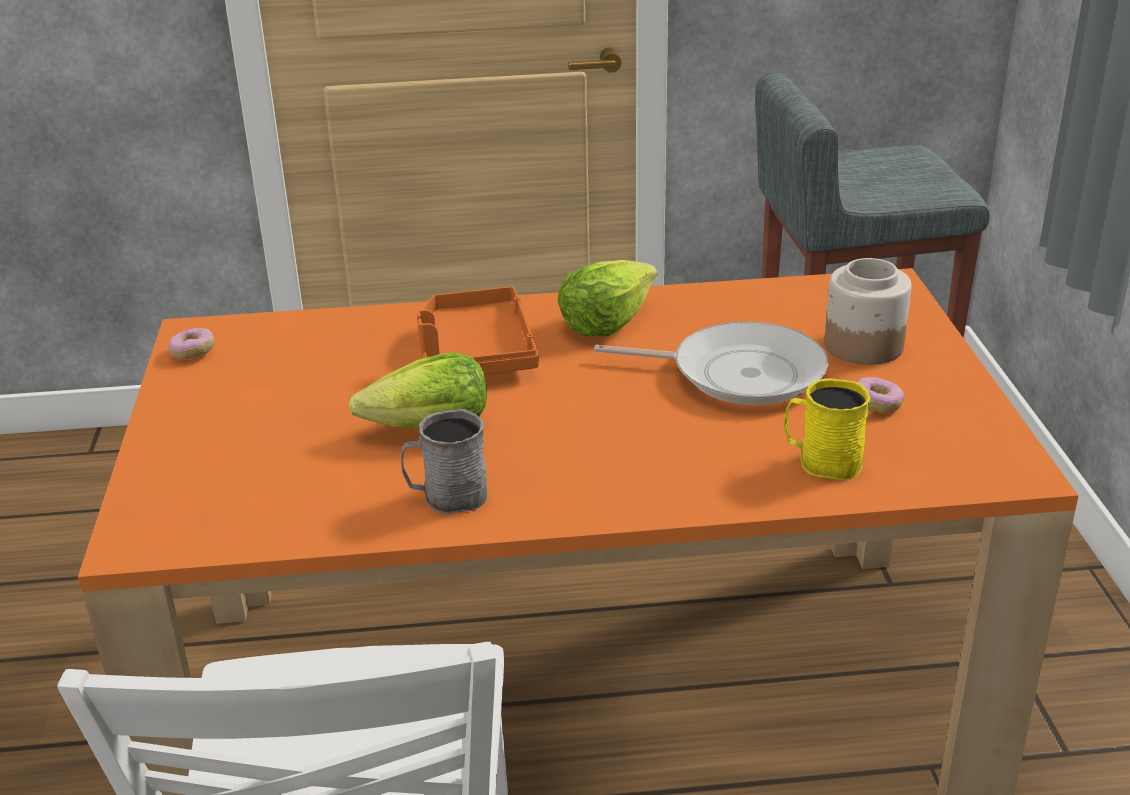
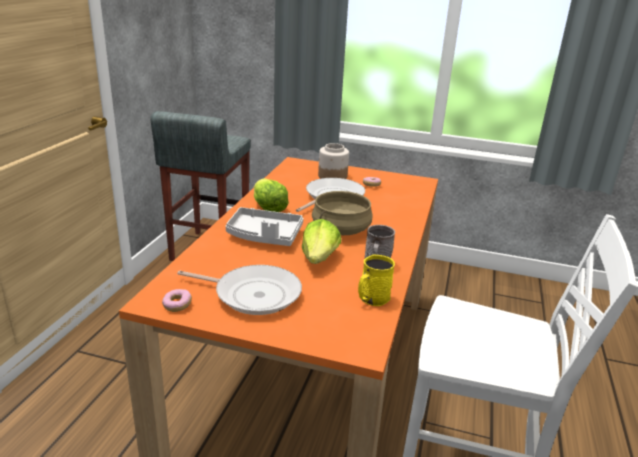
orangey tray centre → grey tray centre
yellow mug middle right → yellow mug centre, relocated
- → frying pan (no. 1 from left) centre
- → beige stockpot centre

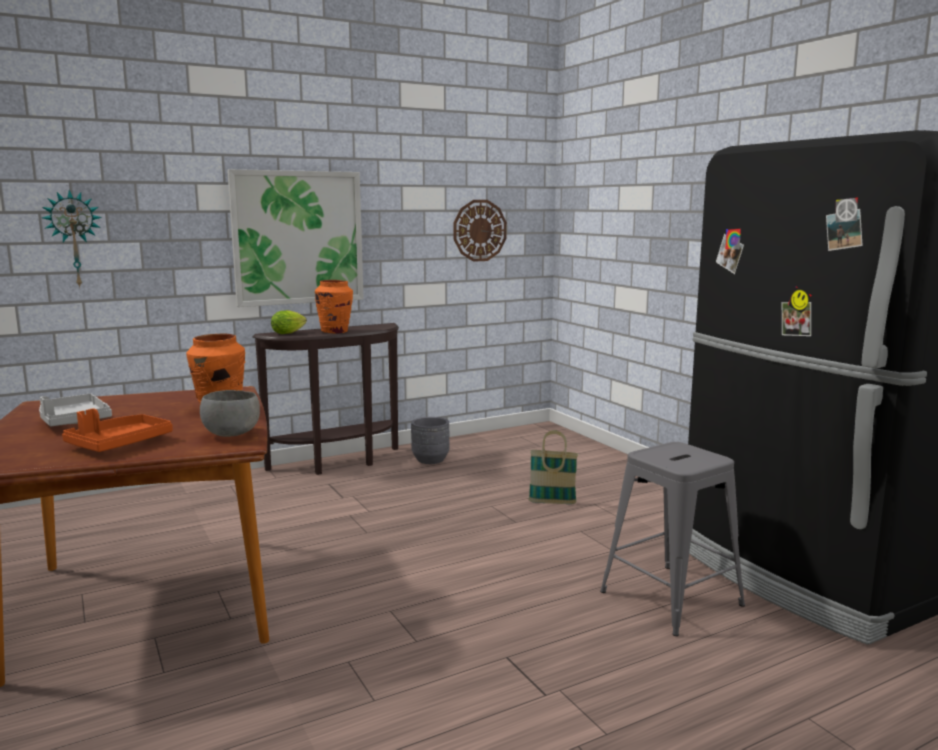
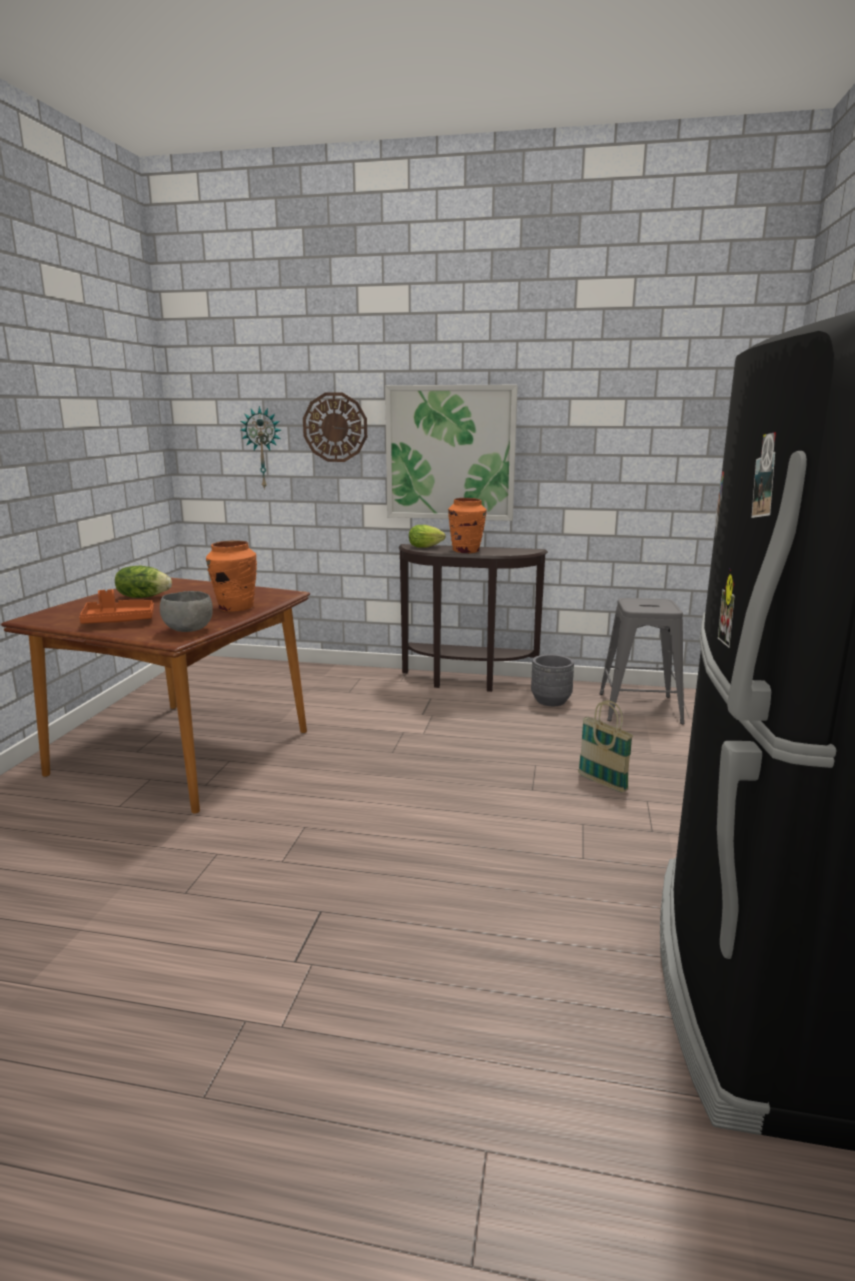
grey tray middle left → lettuce (no. 1 from left) middle left
hanging clock (no. 2 from left) top centre → hanging clock (no. 2 from left) centre, relocated
grey stool seat bottom right → grey stool seat middle right, relocated

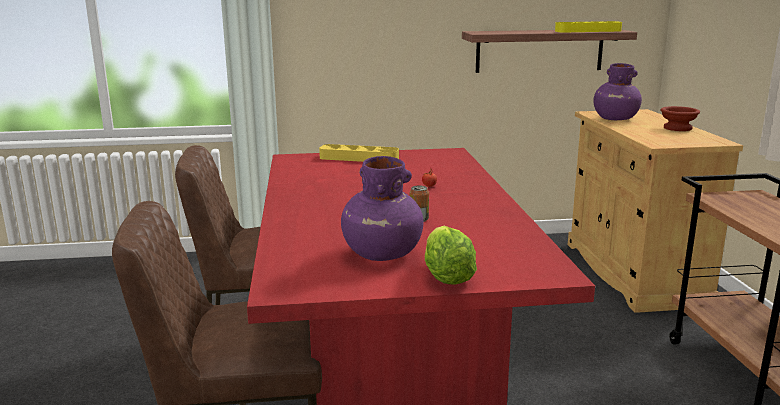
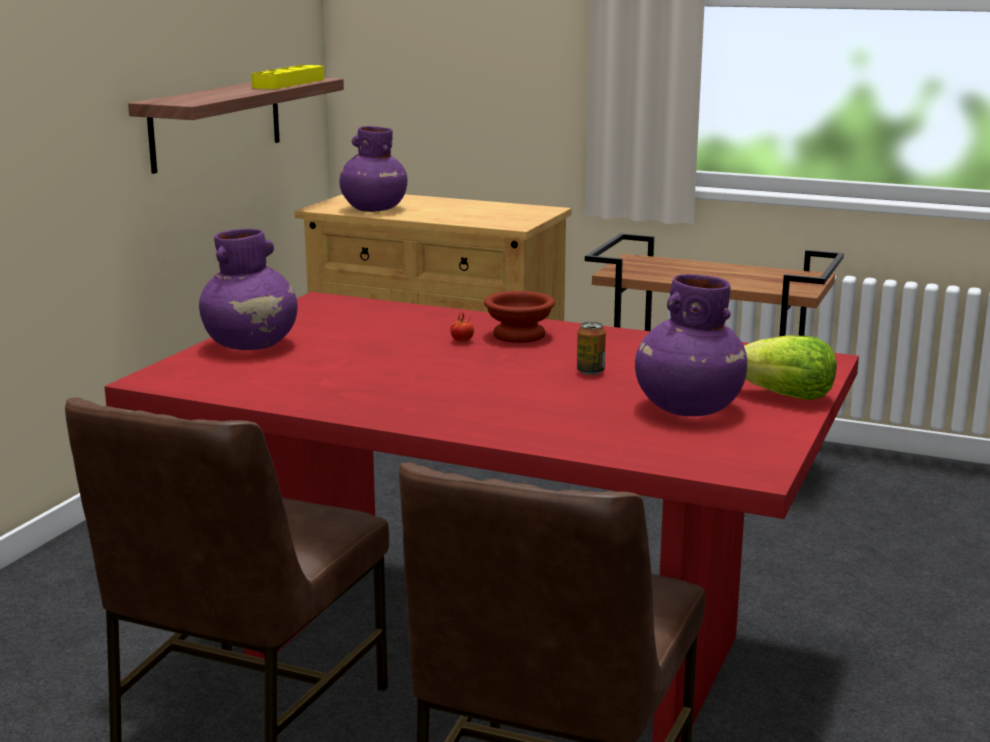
yellow tray (no. 1 from left) centre → purplish decorative vase (no. 1 from left) middle left
brown-coloured bowl top right → brown-coloured bowl centre, relocated

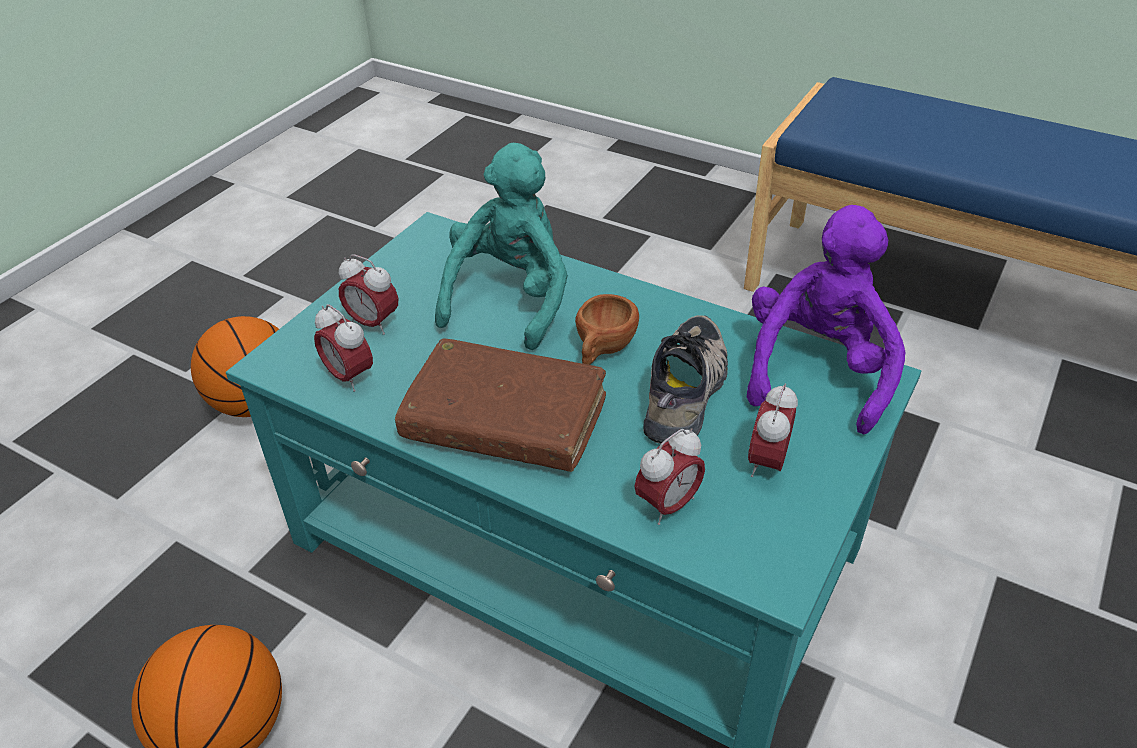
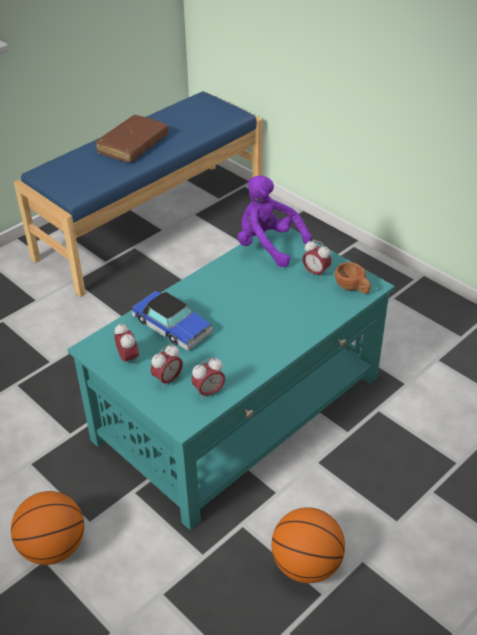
brown-coloured bound book centre → brown-coloured bound book top left, relocated
turquoise-coloured soft toy top centre → model car centre
brown-coloured cup centre → brown-coloured cup middle right, relocated
table clock (no. 3 from left in the first image) centre → table clock (no. 1 from left) middle left, relocated
low shoe centre → -

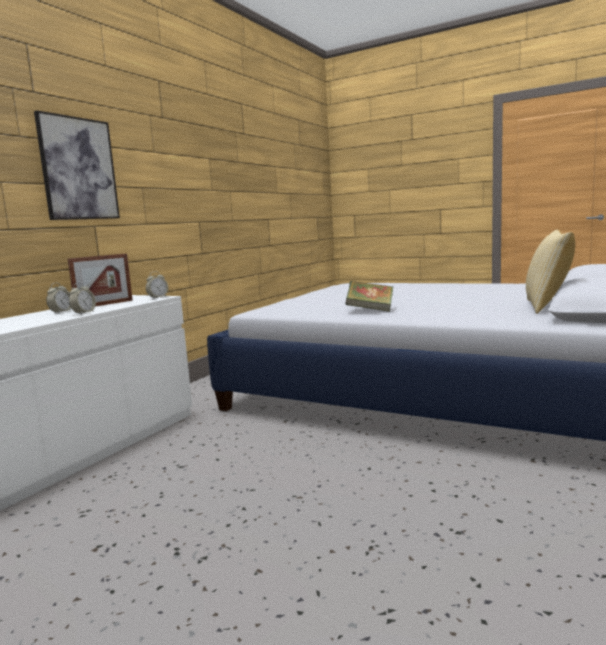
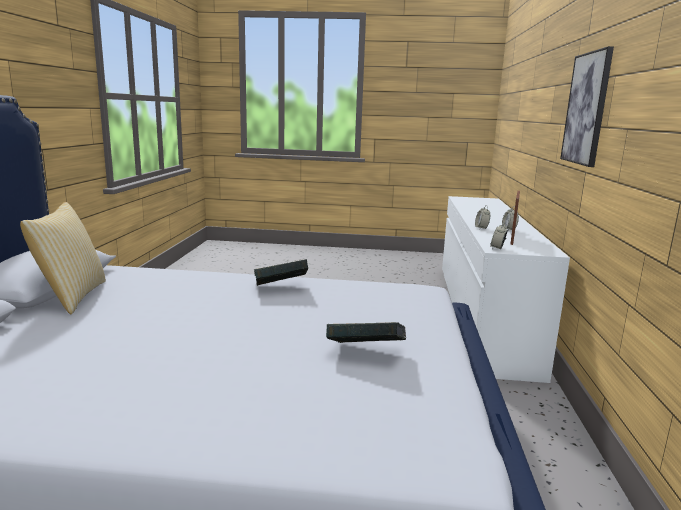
- → bound book (no. 2 from left) centre

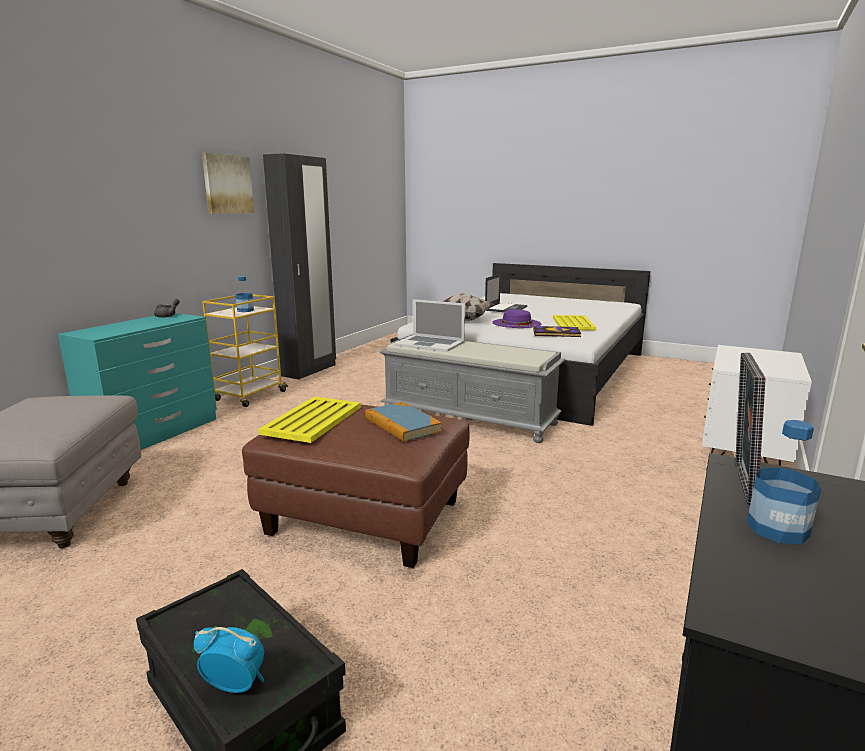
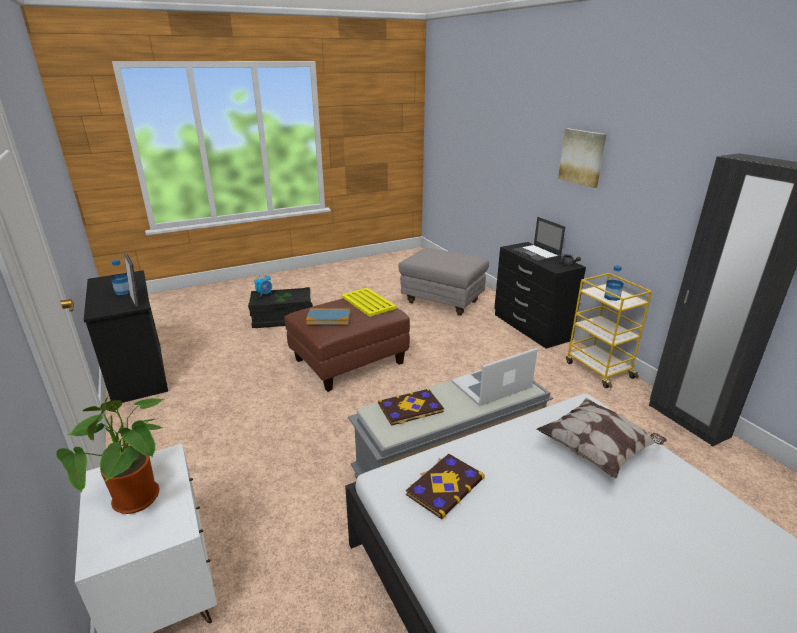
turquoise-coloured drawer chest middle left → black drawer chest (no. 2 from left) middle right
picture top left → picture top right, relocated
portable computer (no. 2 from left) centre → portable computer (no. 2 from left) middle right, relocated
purplish wearable hat centre → -
yellow tray (no. 2 from left) centre → -
- → potted plant bottom left
- → bound book (no. 2 from left) centre

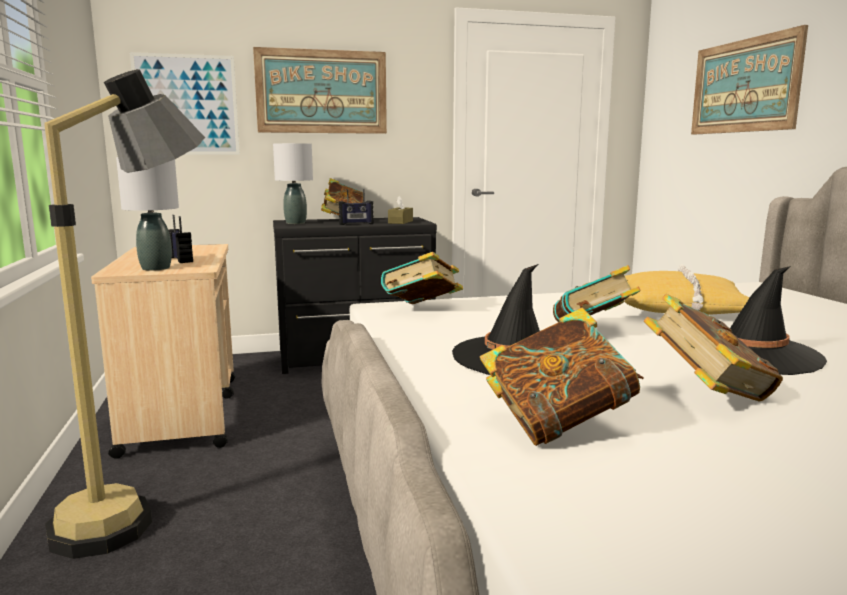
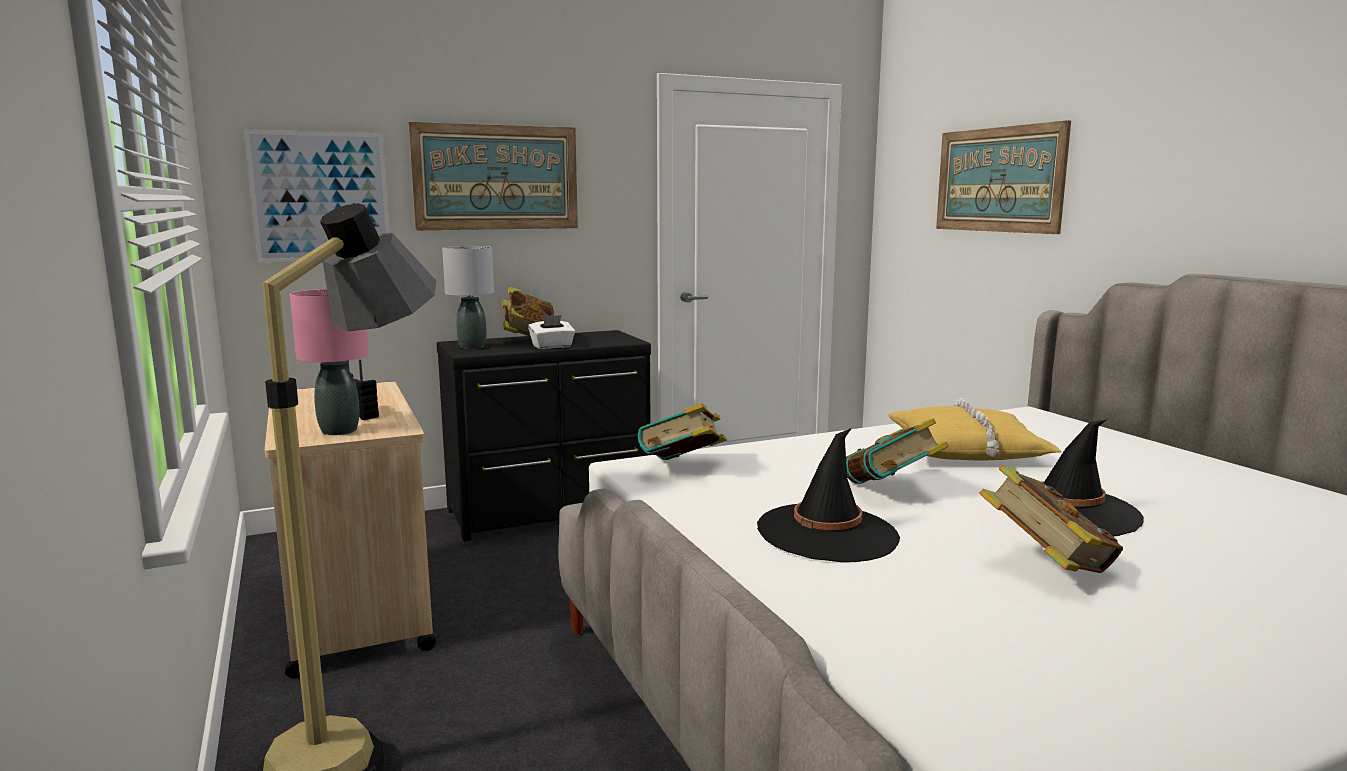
grey table lamp (no. 1 from left) middle left → pink table lamp middle left
radio receiver (no. 2 from left) centre → white box of tissues centre
brown-coloured box of tissues centre → -
bound book (no. 3 from left) centre → -

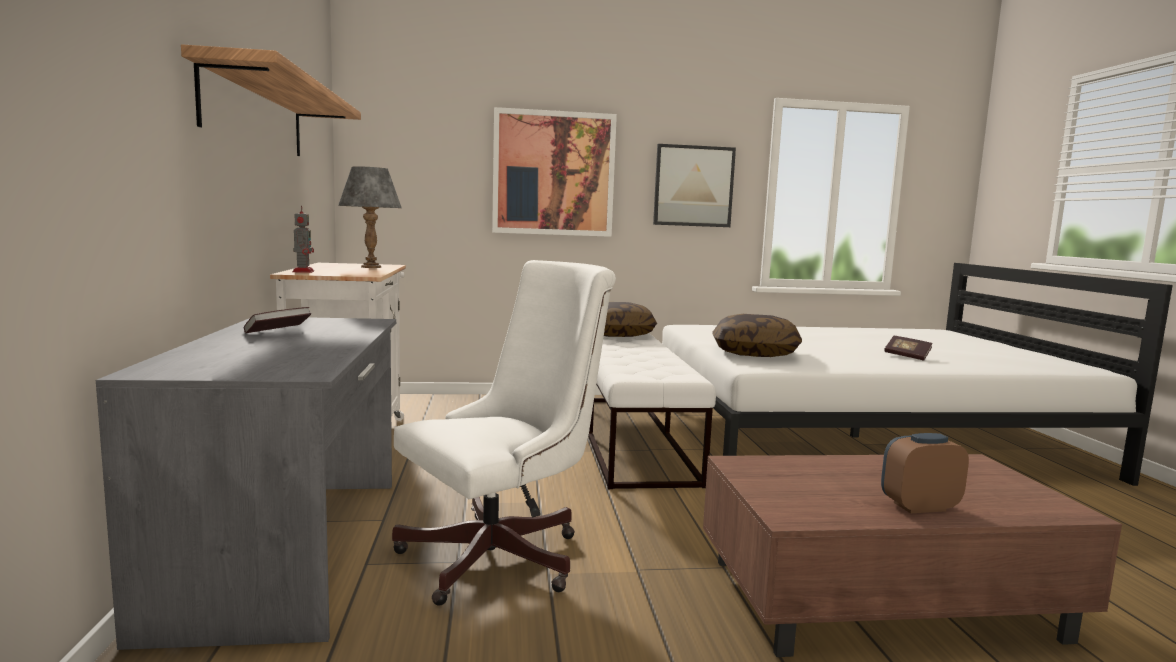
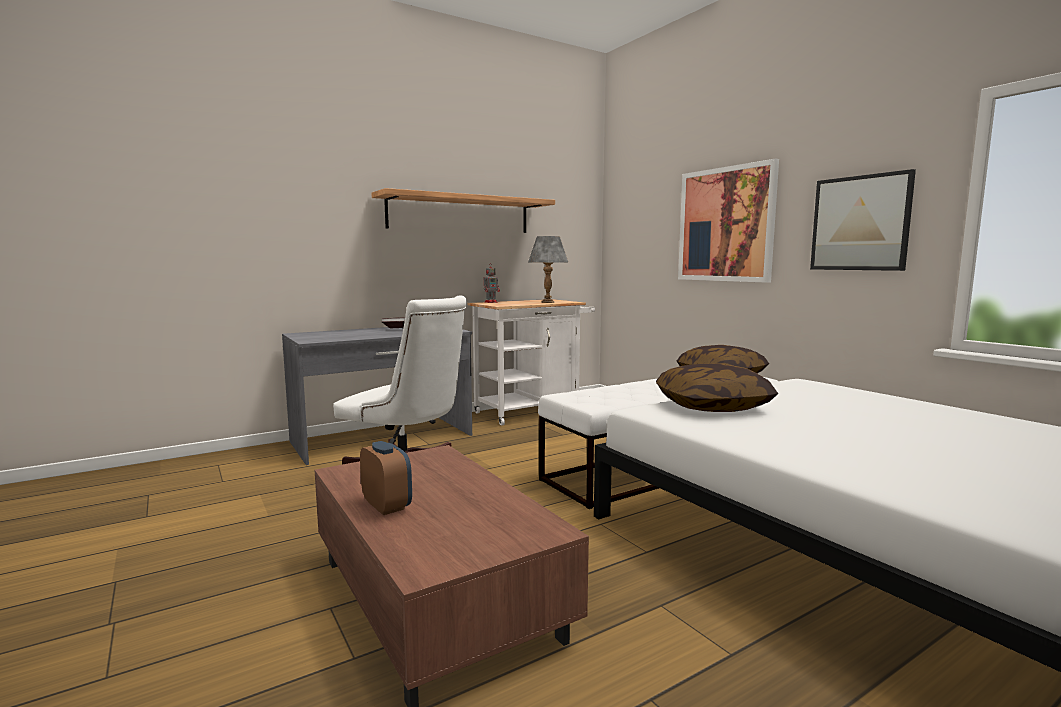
bound book (no. 2 from left) middle right → -

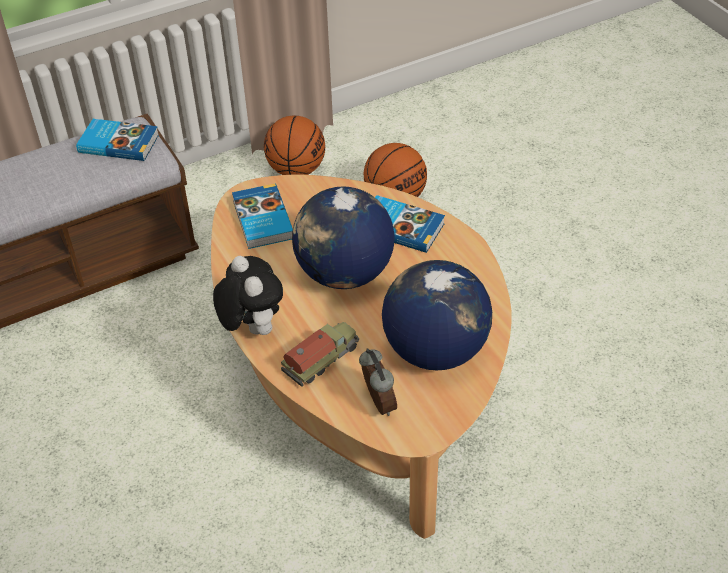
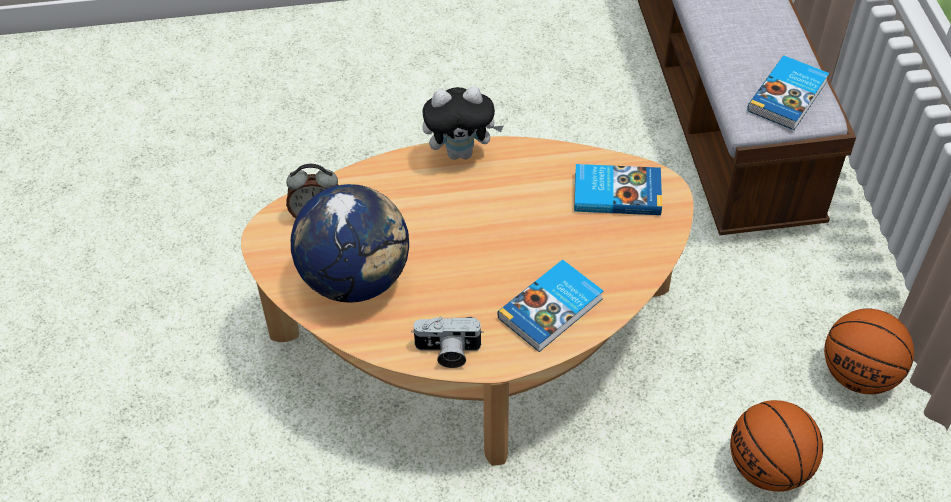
model truck centre → -
desk globe (no. 1 from left) centre → -
- → still camera bottom centre

